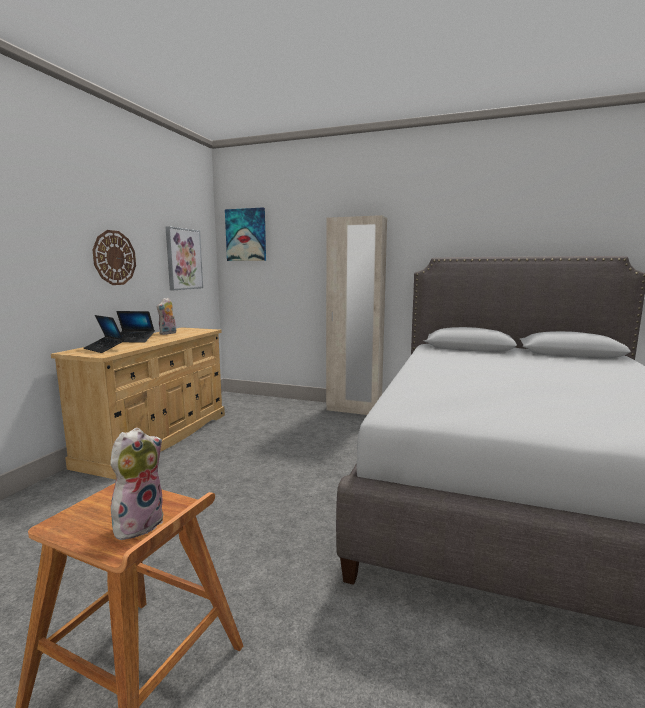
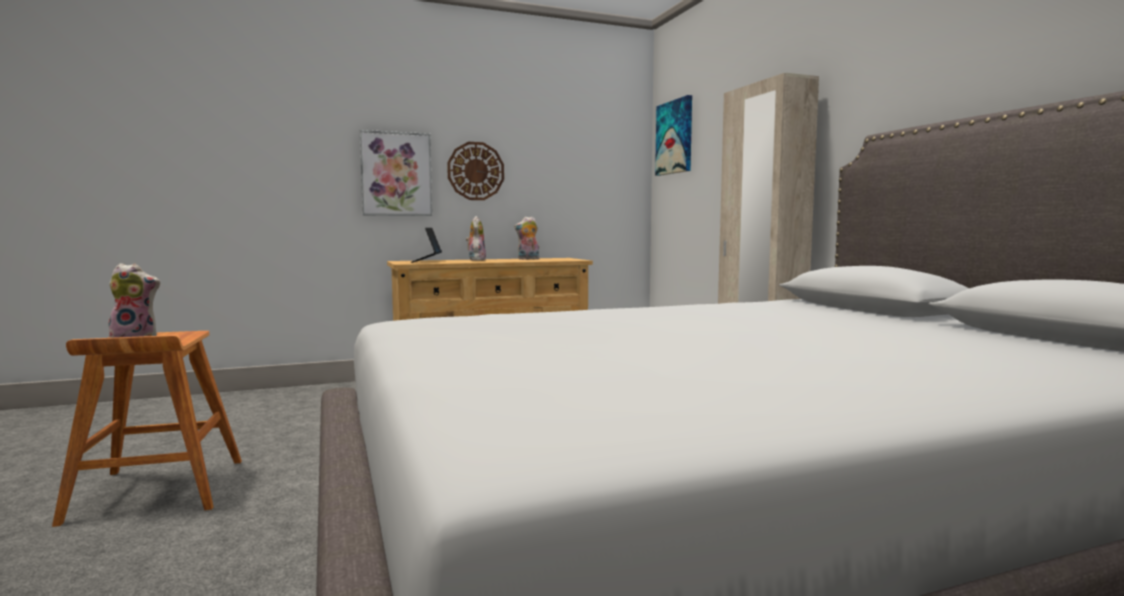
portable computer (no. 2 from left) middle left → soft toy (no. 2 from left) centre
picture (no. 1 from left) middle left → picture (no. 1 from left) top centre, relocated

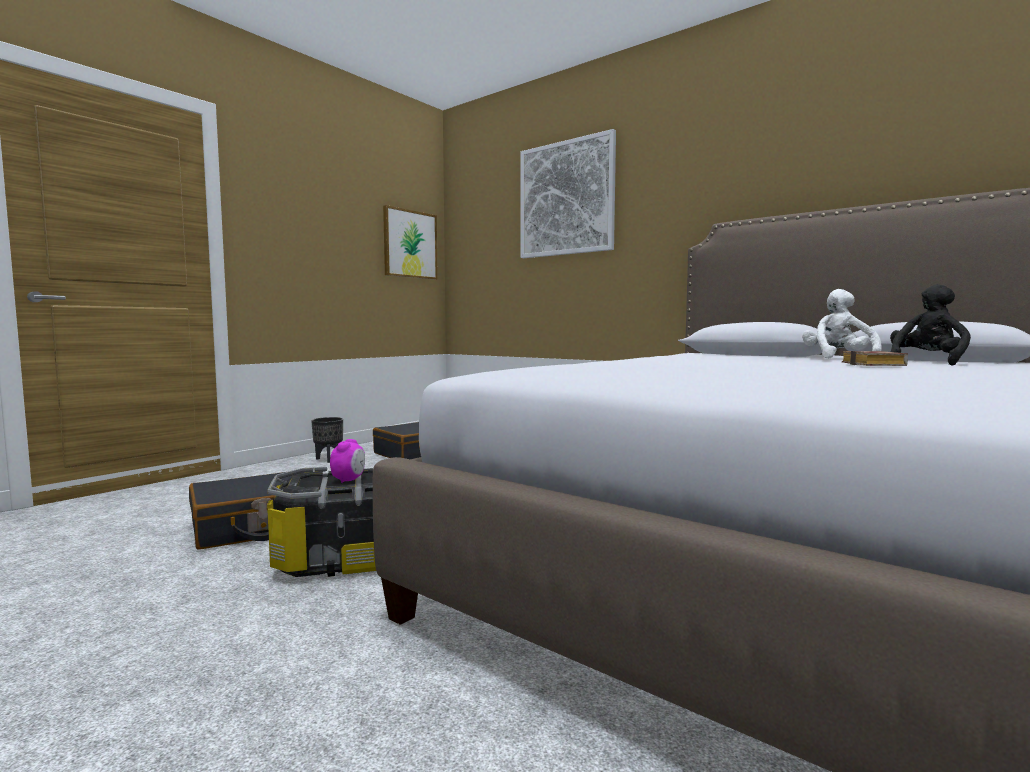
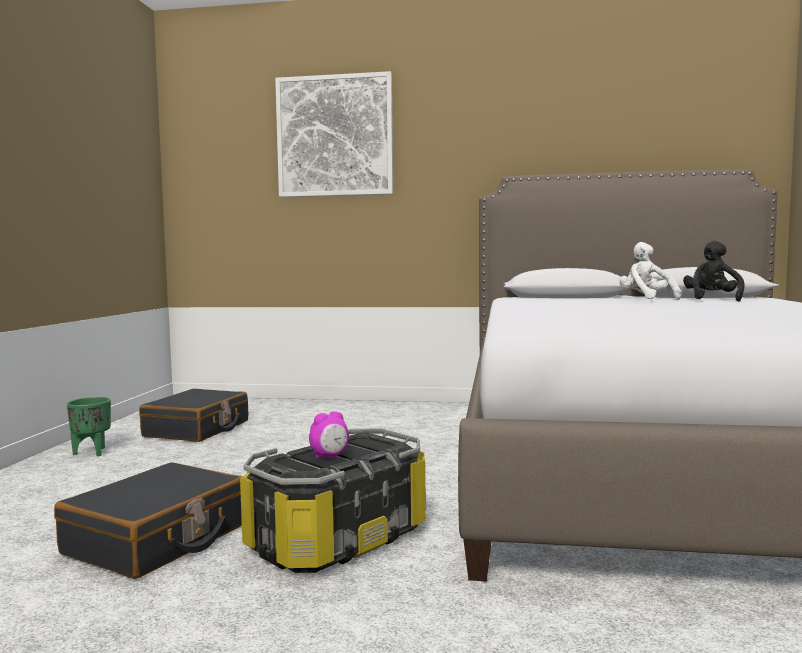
black flower pot middle left → green flower pot middle left
table clock centre, 75 degrees clockwise
picture (no. 1 from left) top centre → -
bound book middle right → -

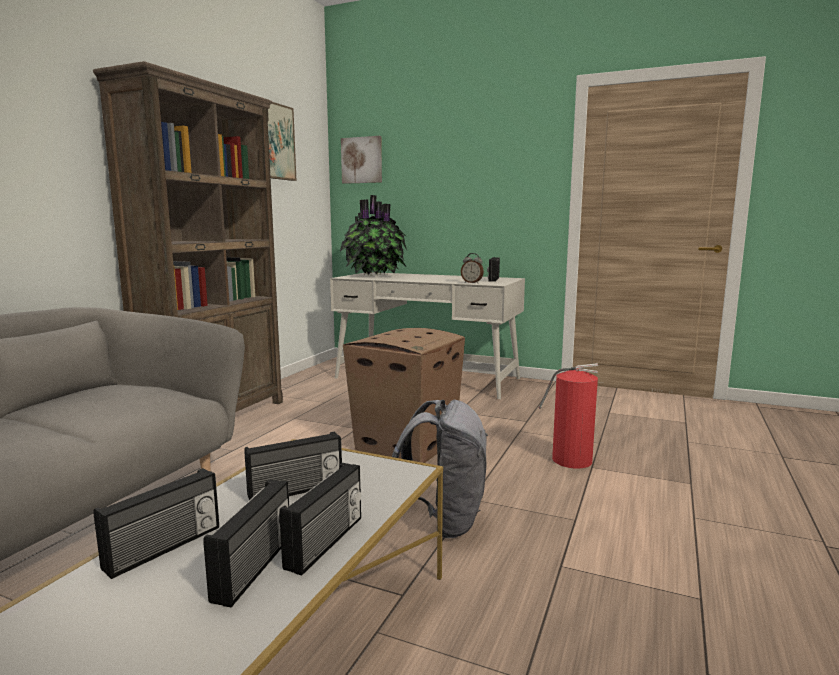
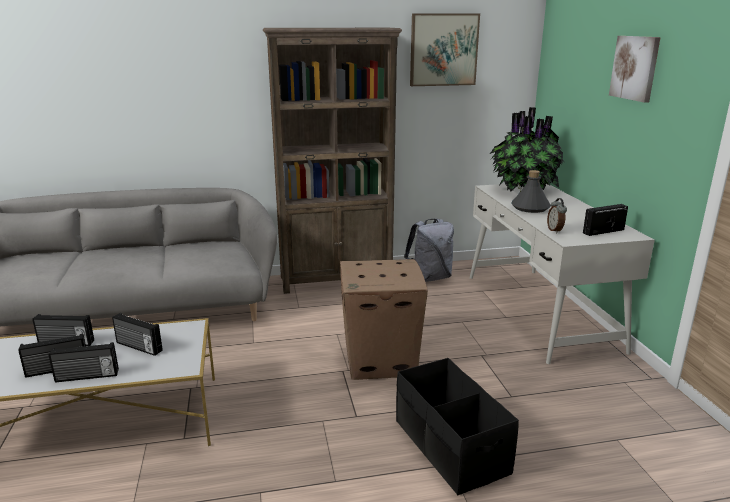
picture (no. 2 from left) top centre → picture (no. 2 from left) top right, relocated
grey rucksack bottom centre → grey rucksack centre, relocated
fire extinguisher middle right → black storage bin bottom centre
- → grey drink bottle middle right

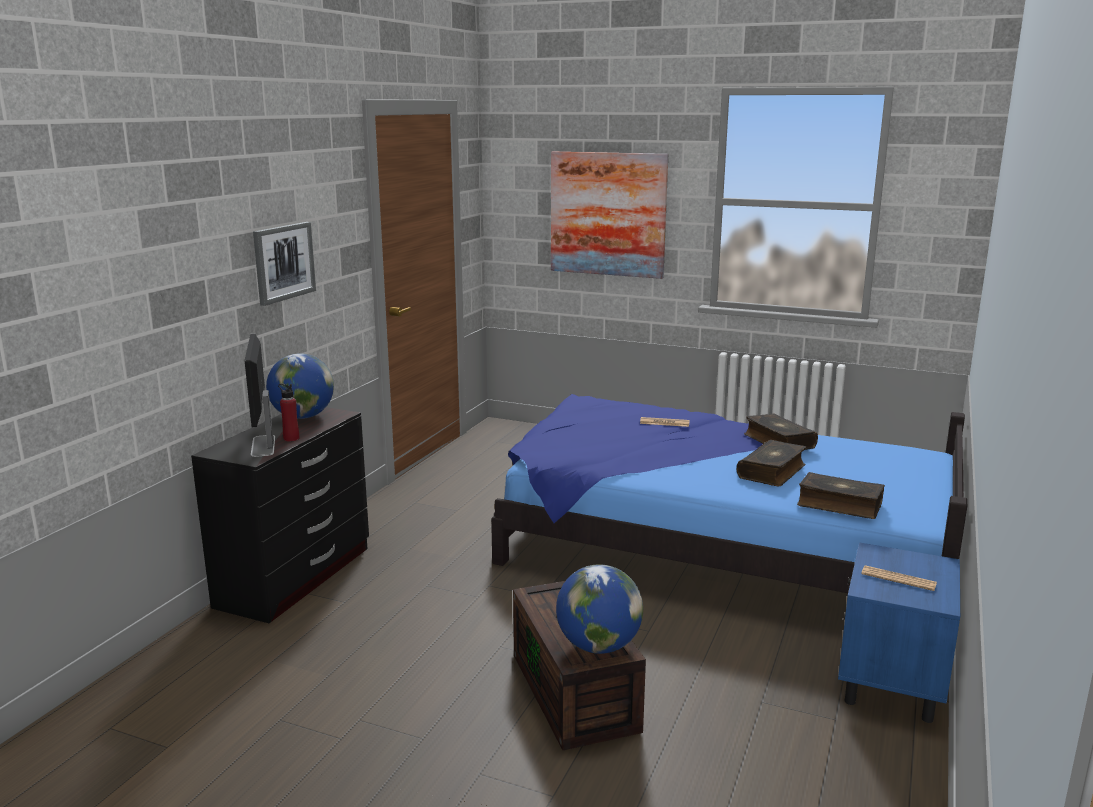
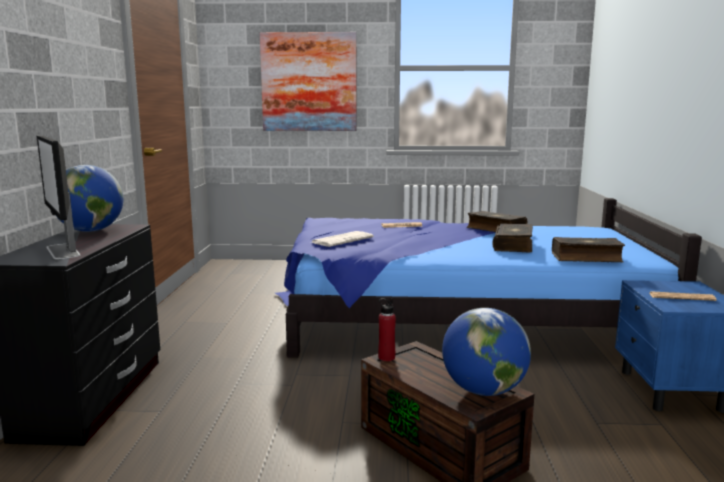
picture (no. 1 from left) top left → -
red-coloured drink bottle middle left → red-coloured drink bottle bottom centre, relocated
- → newspaper (no. 1 from left) centre

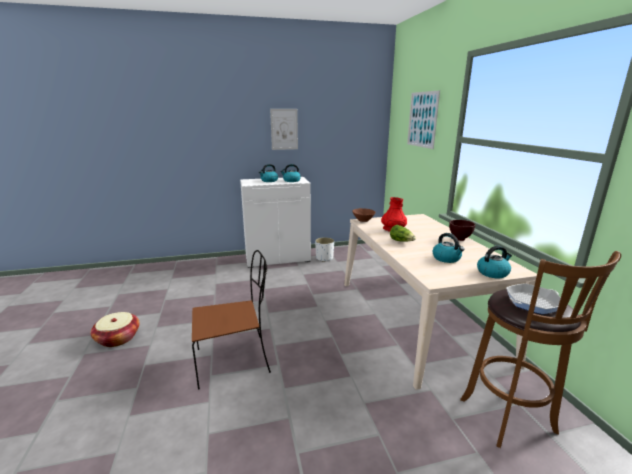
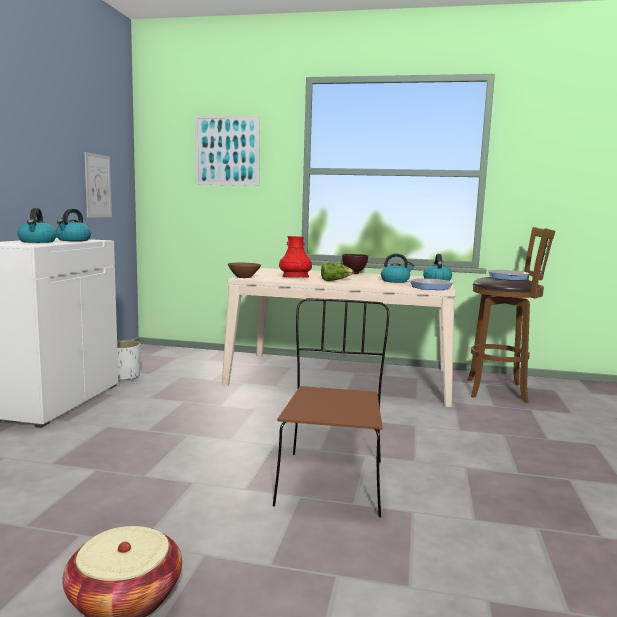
picture (no. 1 from left) top centre → picture (no. 1 from left) top left, relocated
- → frying pan (no. 1 from left) middle right

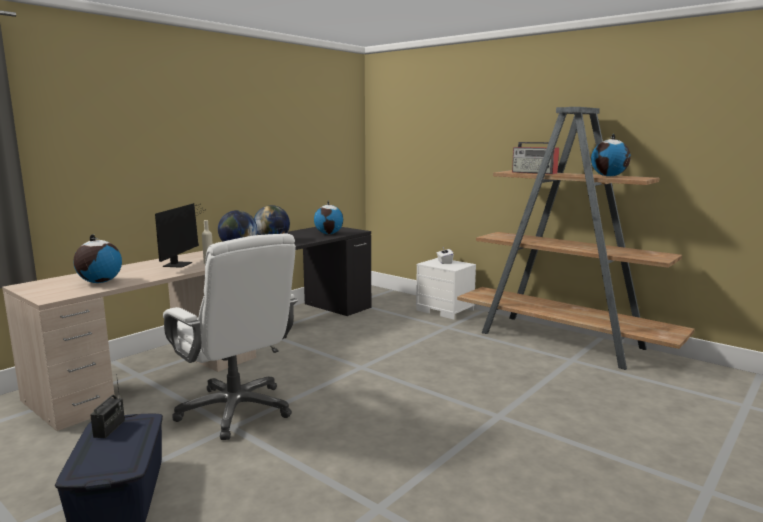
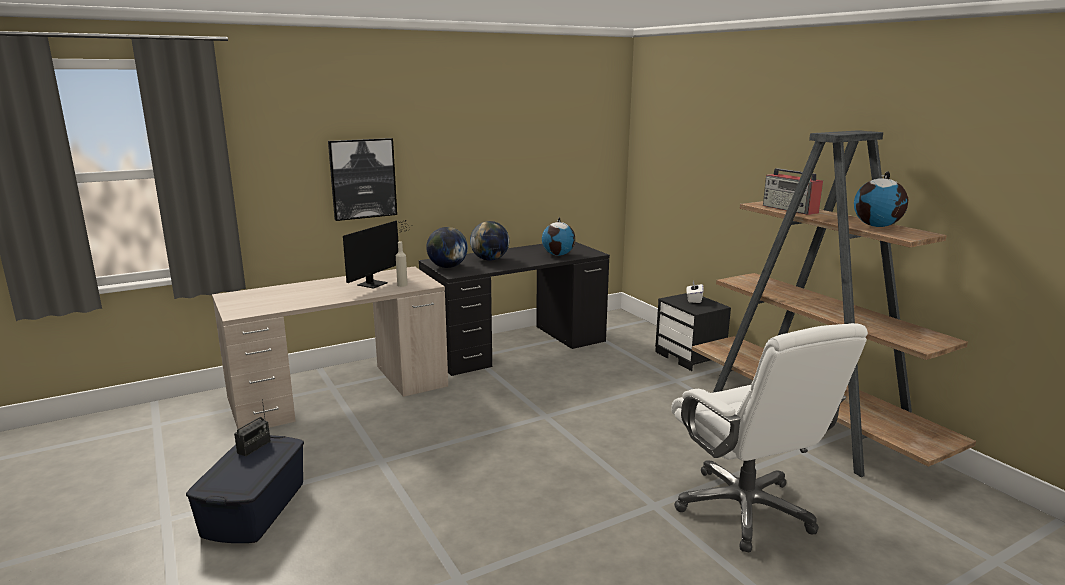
desk globe (no. 1 from left) middle left → -
white office chair middle left → white office chair bottom right, relocated
white nightstand centre → black nightstand centre
- → picture top centre

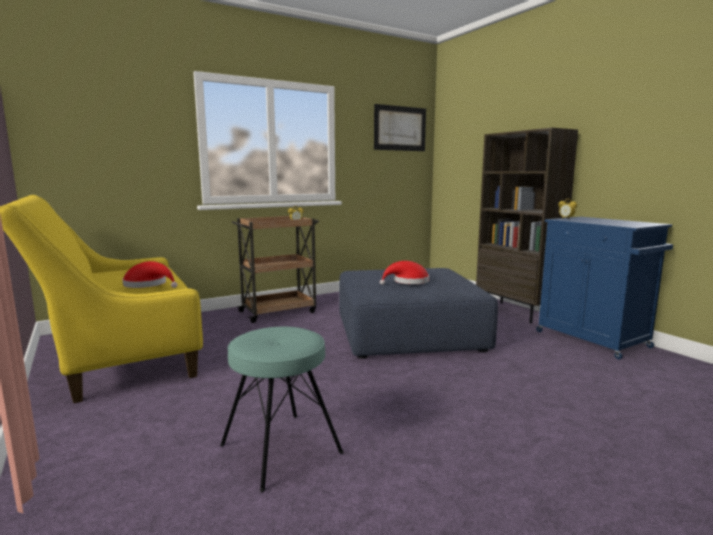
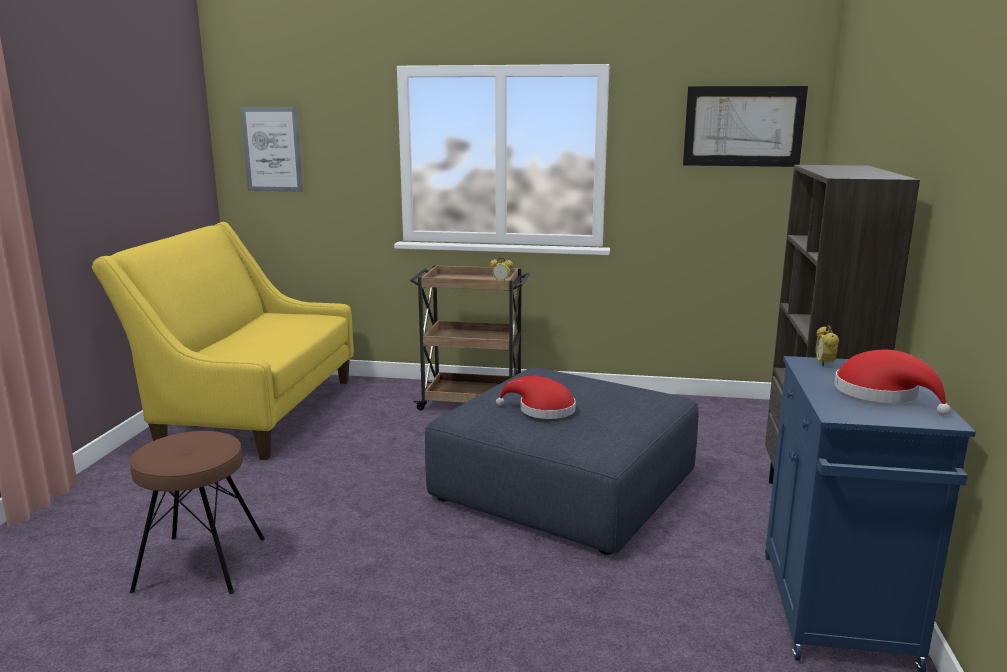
red-coloured wearable hat (no. 1 from left in the first image) middle left → red-coloured wearable hat (no. 2 from left) middle right, relocated
turquoise-coloured stool seat bottom centre → brown-coloured stool seat bottom left
- → picture (no. 1 from left) top left

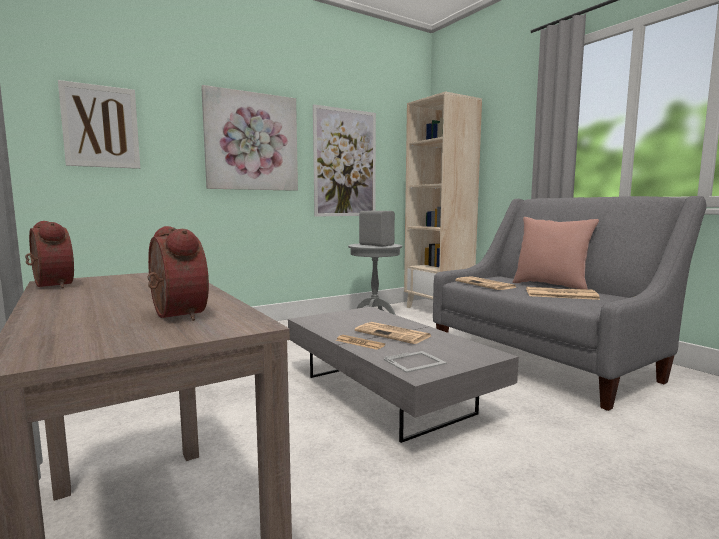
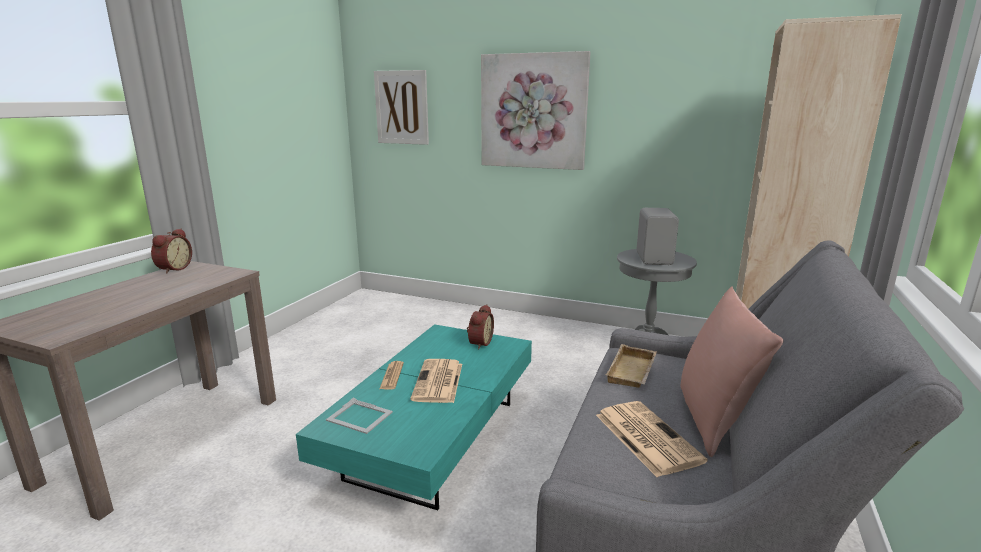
table clock (no. 2 from left) middle left → table clock (no. 2 from left) centre, relocated
grey coffee table bottom centre → turquoise-coloured coffee table bottom centre
picture (no. 3 from left) top centre → -
newspaper (no. 3 from left) middle right → beige tray centre

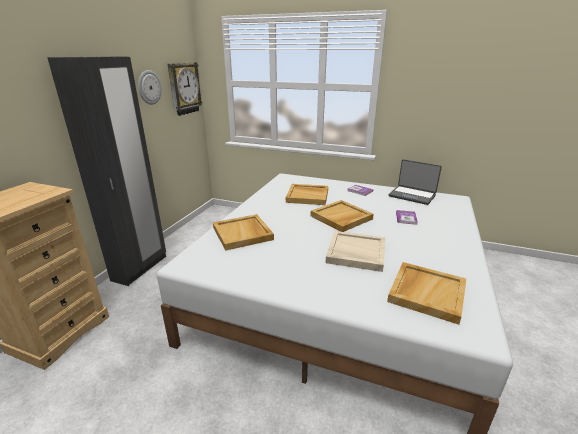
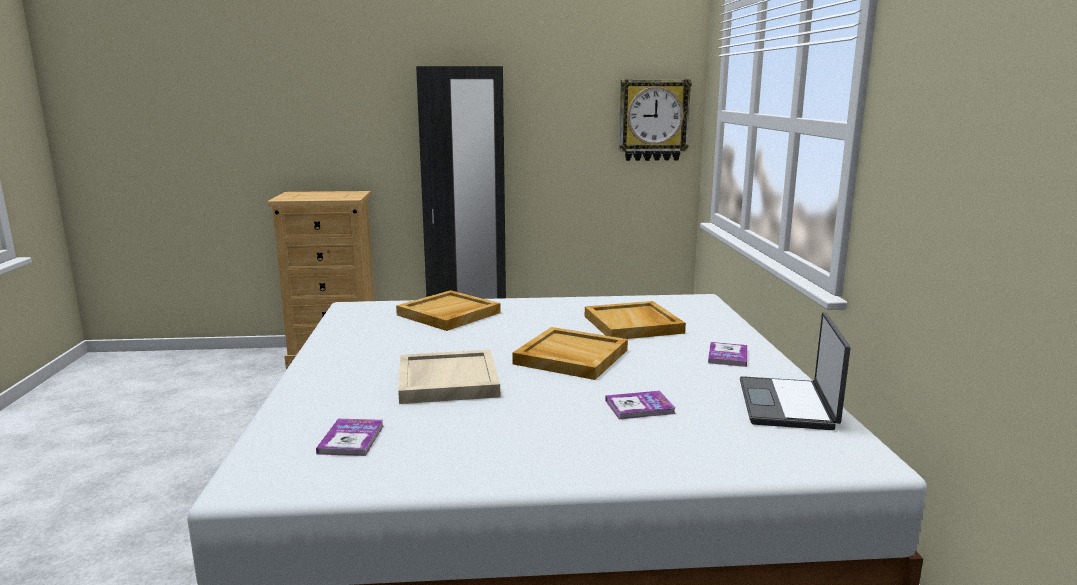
hanging clock (no. 1 from left) top left → -
beige tray (no. 5 from left) bottom right → bound book (no. 1 from left) bottom left

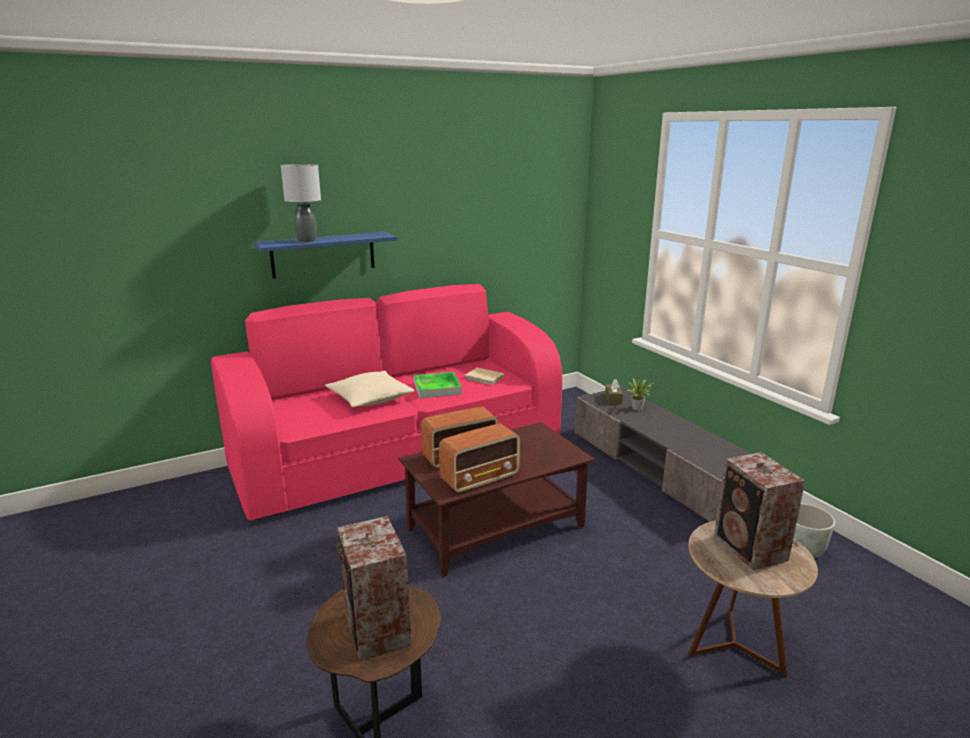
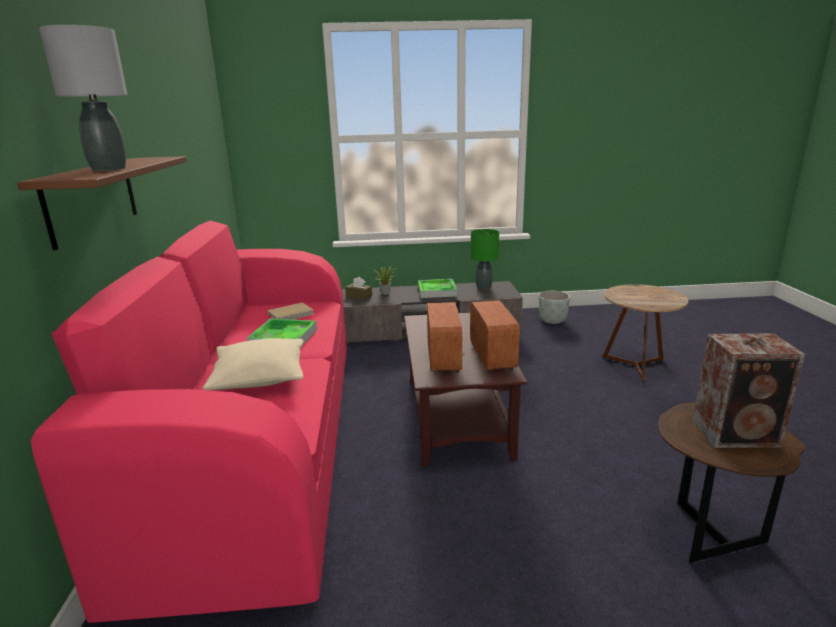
bluish bracket shelf centre → brown-coloured bracket shelf top left
audio speaker (no. 2 from left) bottom right → -
- → tray (no. 2 from left) centre
- → green table lamp centre

